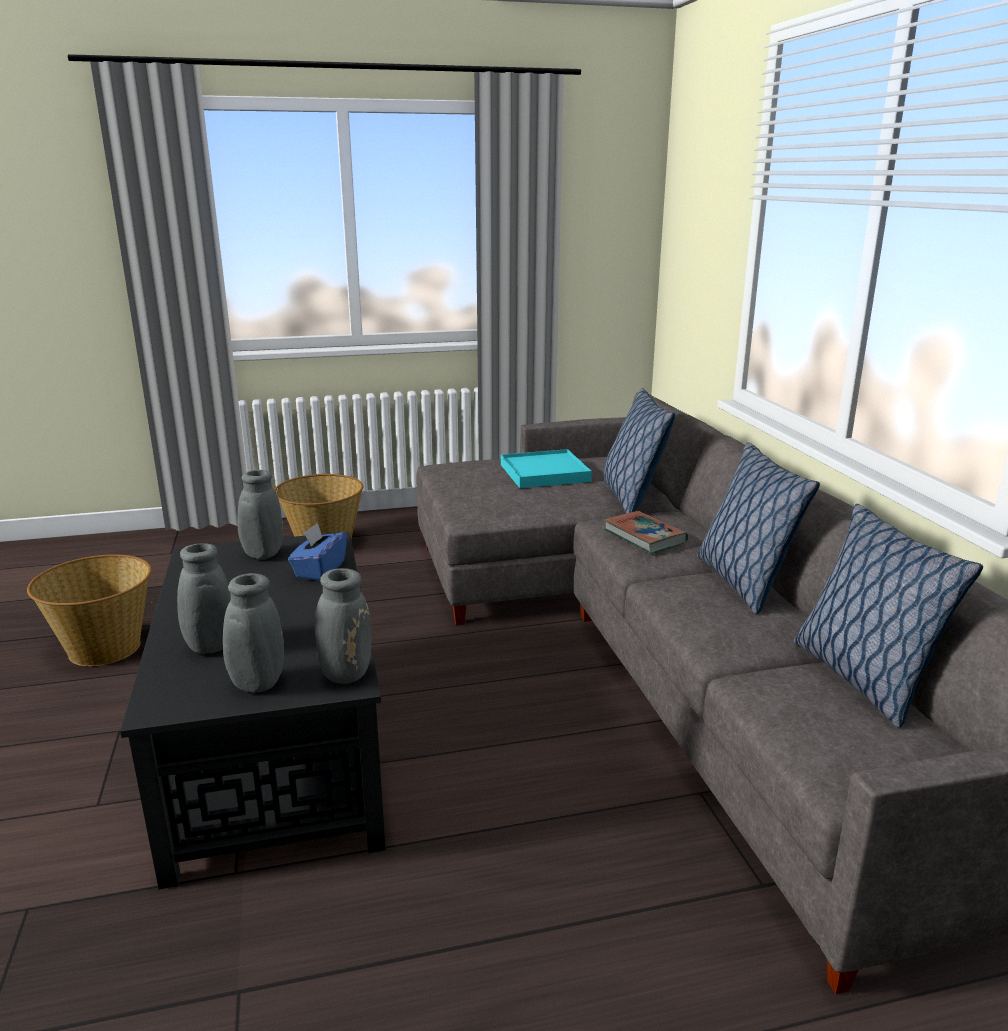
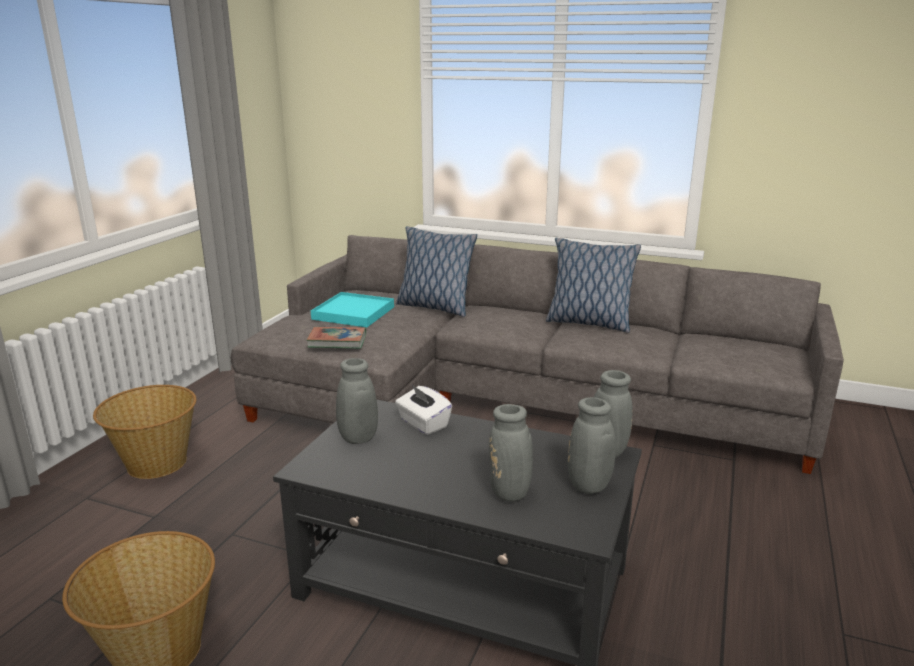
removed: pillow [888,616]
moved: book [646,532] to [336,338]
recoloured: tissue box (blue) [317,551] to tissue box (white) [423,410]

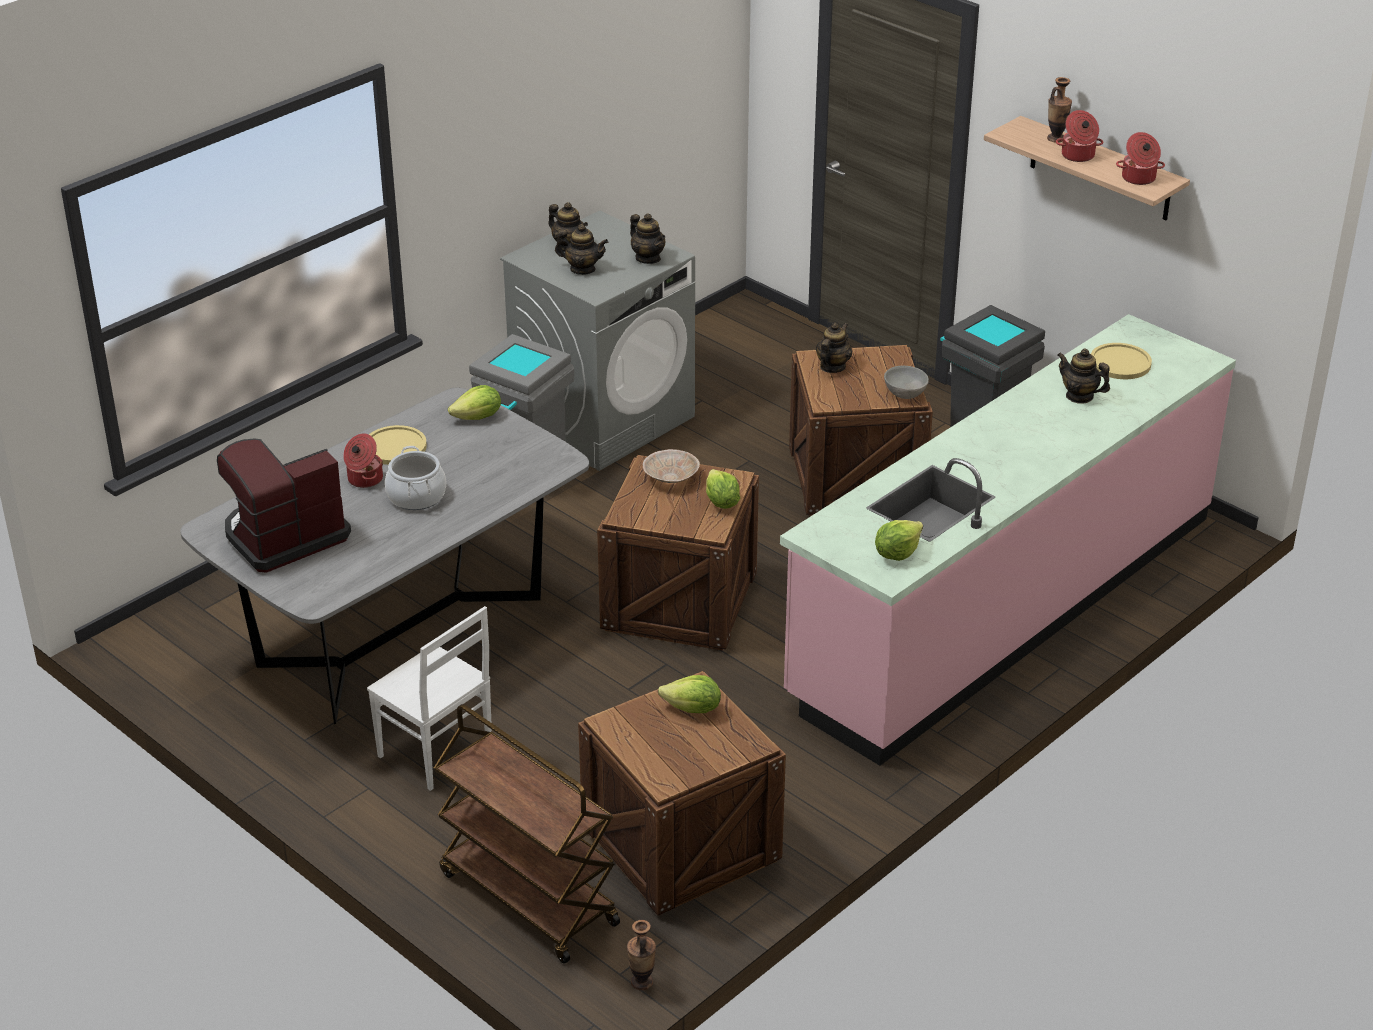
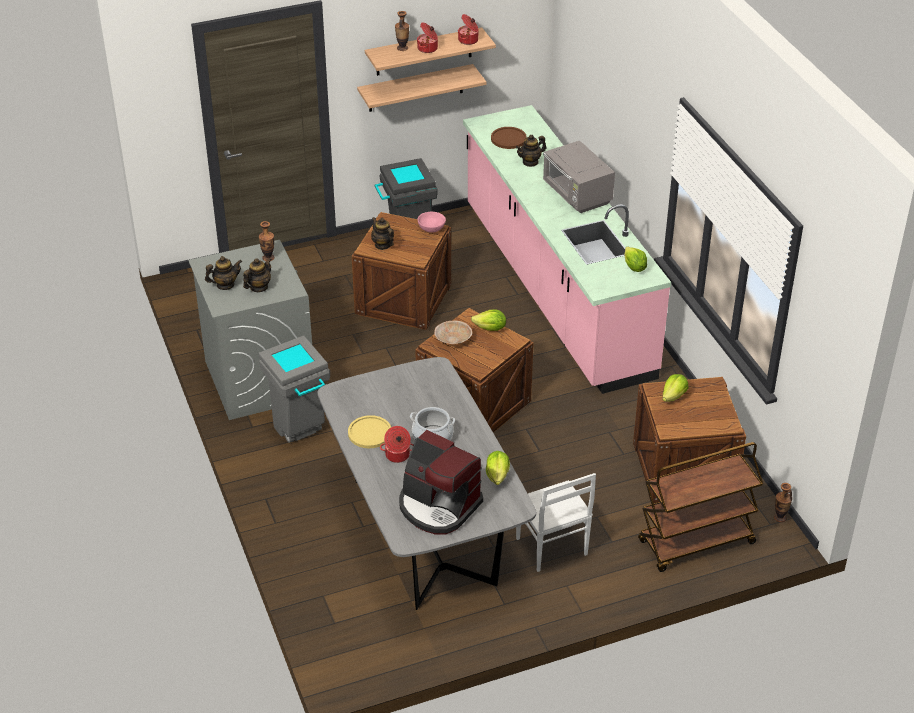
added: shelf [422,88]; microwave (grey) [579,177]
moved: lettuce [474,402] to [498,468]
replaced: teapot [647,238] to vase [266,241]
recoloured: bowl (grey) [906,382] to bowl (pink) [431,222]; plate (yellow) [1121,361] to plate (brown) [509,138]
turned: coffee machine [284,505] = [441,482] 45 degrees counterclockwise; chair (white) [429,698] = [556,522] 90 degrees clockwise

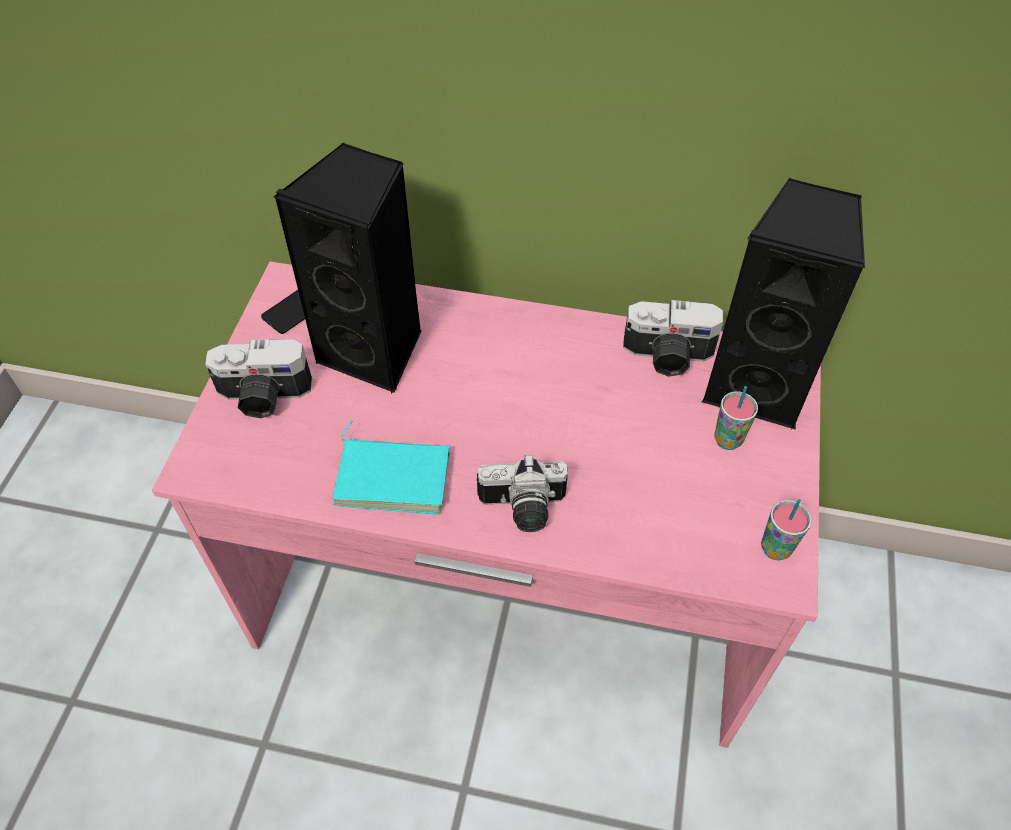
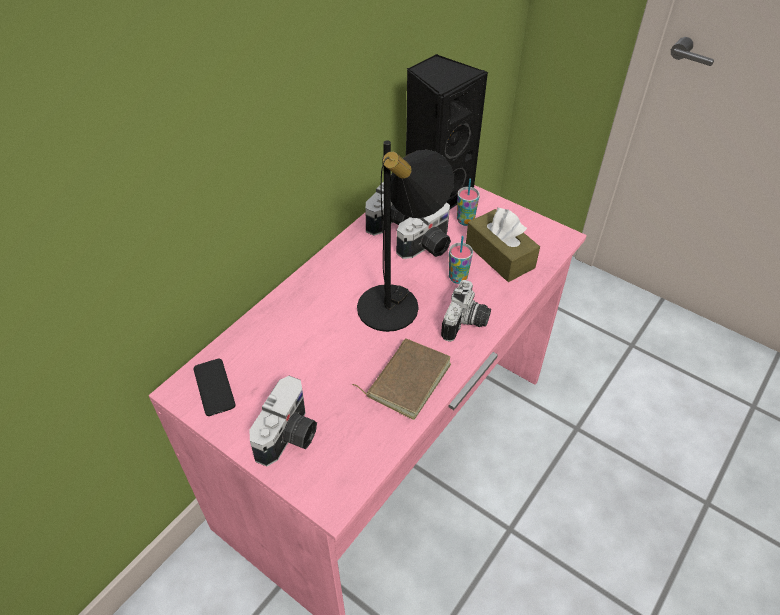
removed: speaker (black) [347,268]
added: table lamp (black) [405,236]; photo camera [423,230]; tissue box (brown) [503,244]
moved: cup [786,529] to [461,260]
recoloured: book (turquoise) [391,468] to book (brown) [401,379]

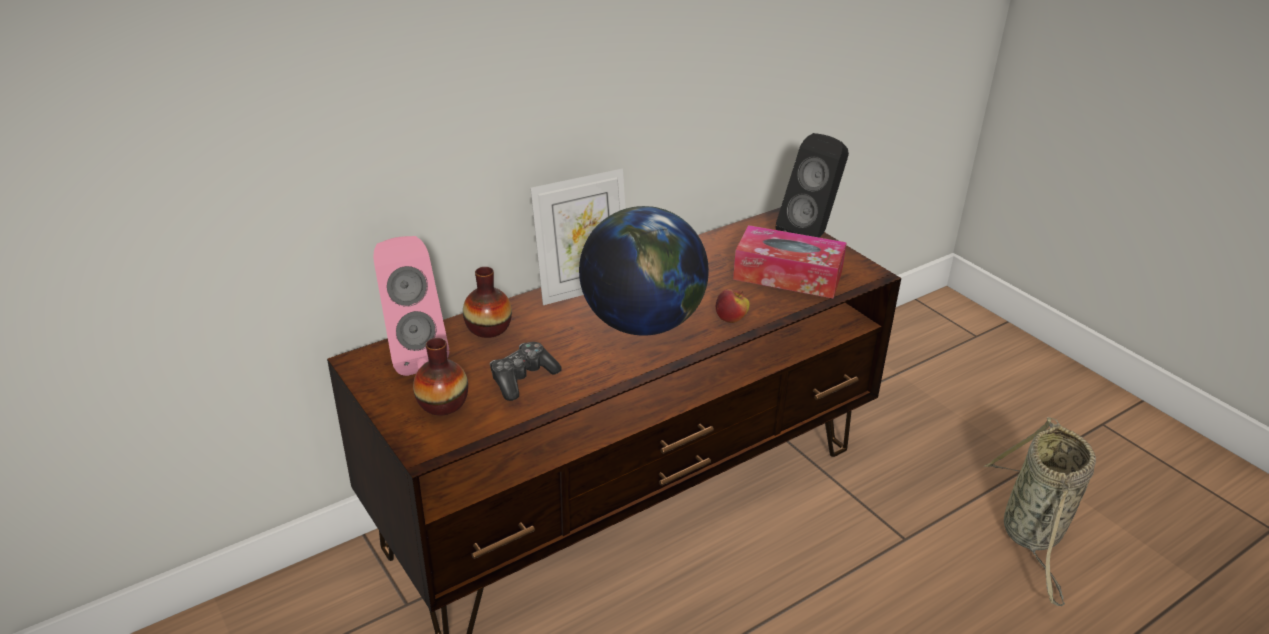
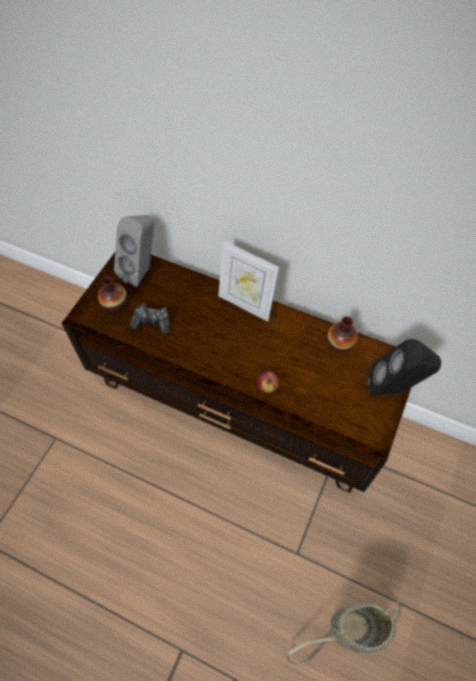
removed: globe [644,271]; tissue box [790,262]
moved: vase [487,302] to [343,334]
recoloured: speaker (pink) [411,306] to speaker (grey) [134,251]

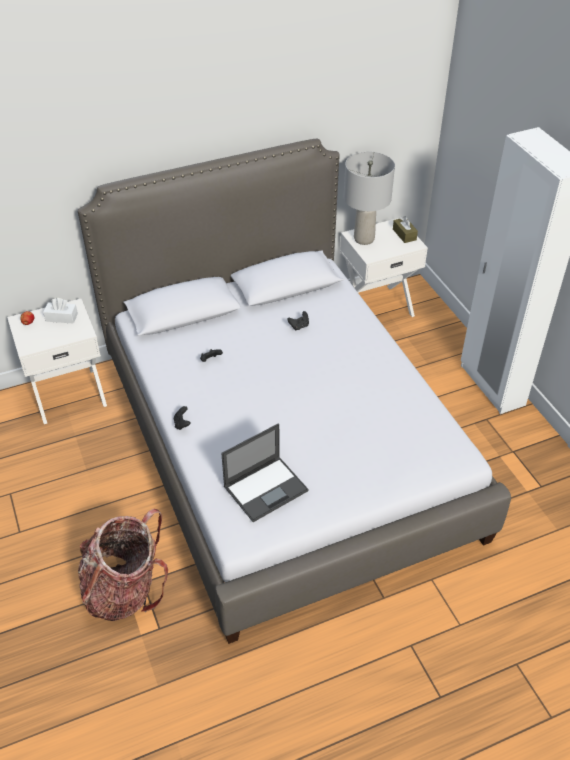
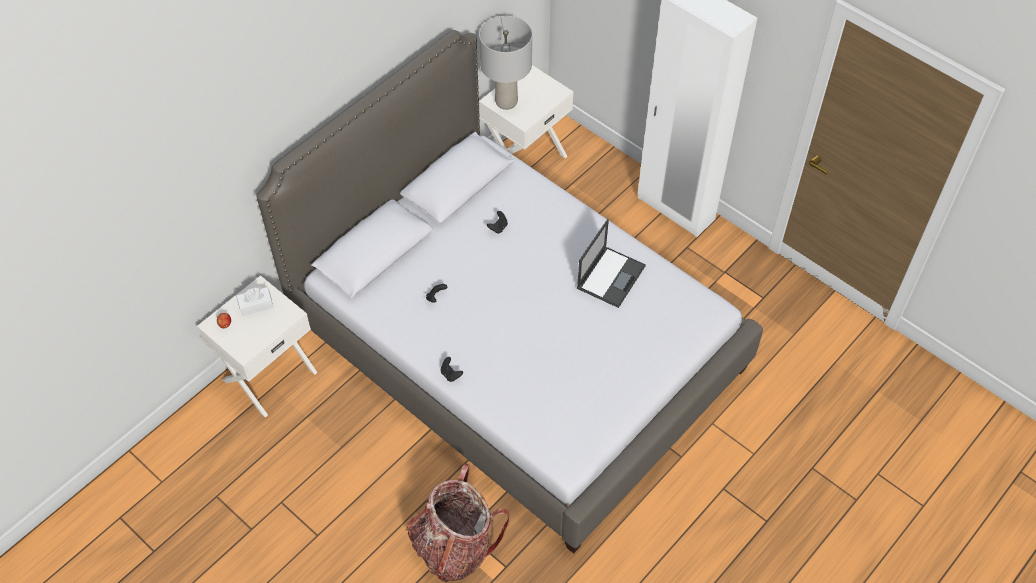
removed: tissue box (brown) [405,229]
moved: laptop [264,472] to [611,263]

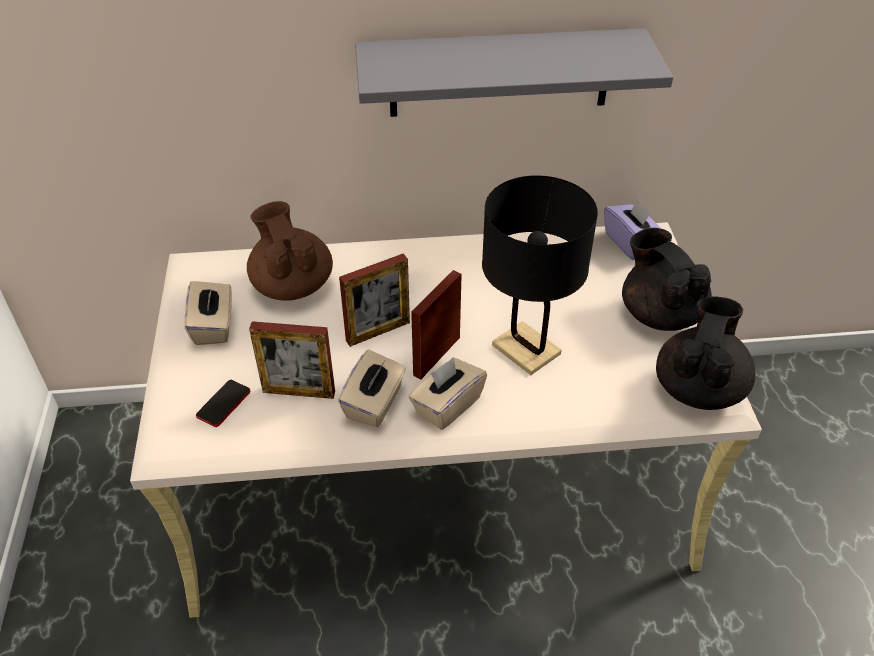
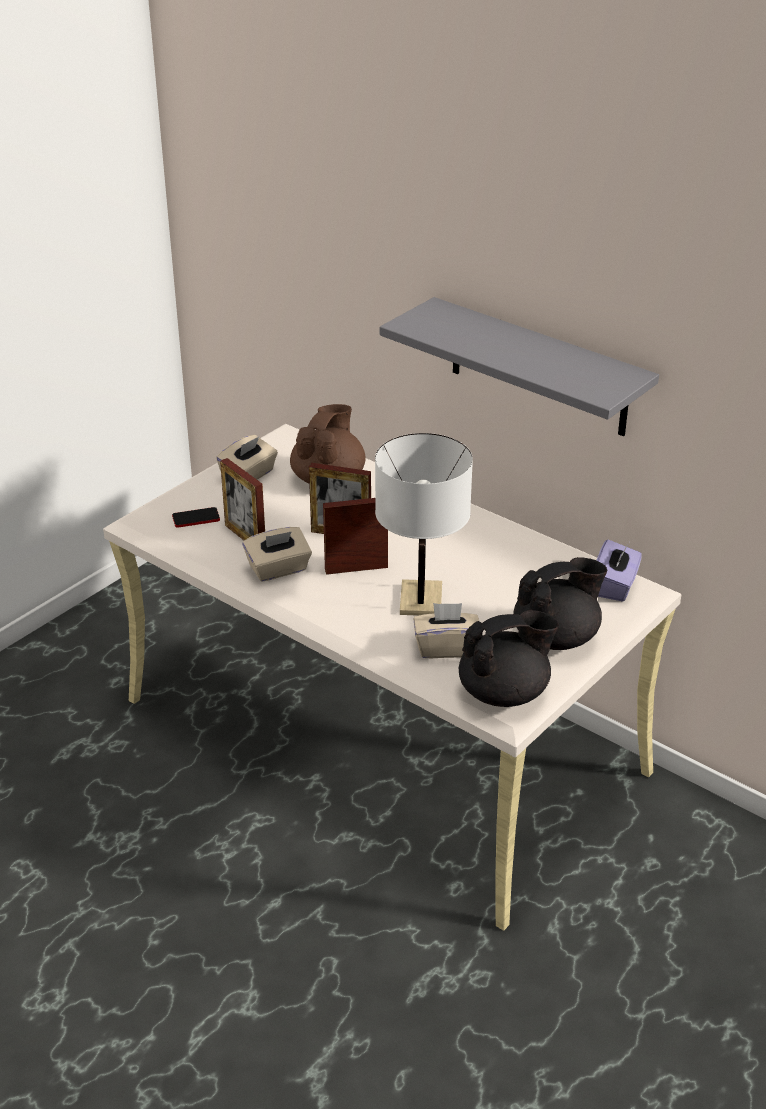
moved: tissue box (beige) [447,393] to [446,630]
recoloured: table lamp (black) [540,275] to table lamp (white) [424,524]
turned: teapot (black) [667,279] = [560,603] 45 degrees clockwise

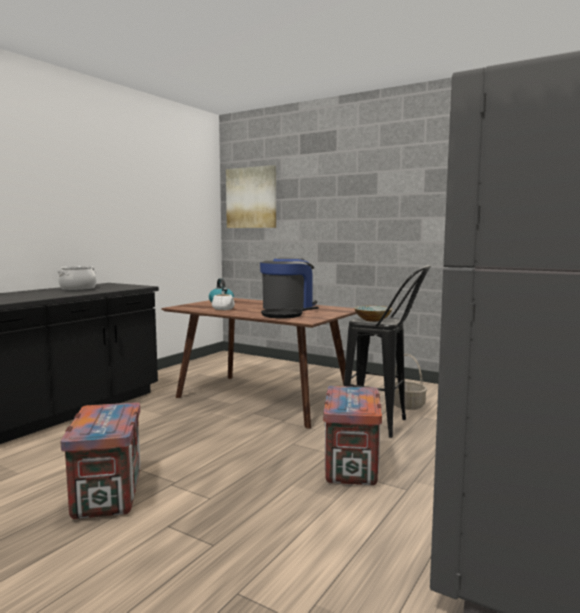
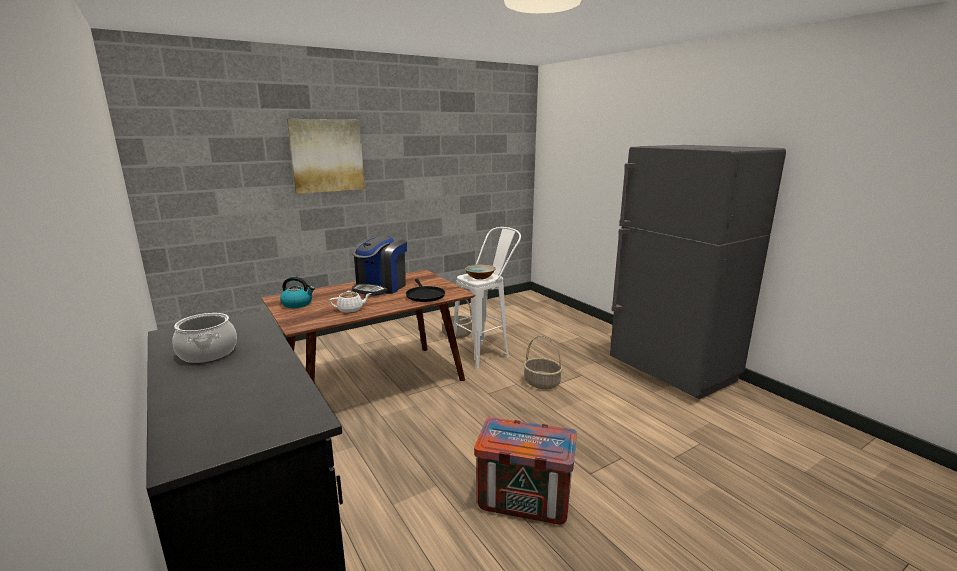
moved: picture [251,196] to [326,156]
replaced: crate [352,435] to basket [543,362]
recoloured: stool (black) [387,351] to stool (white) [486,298]
turned: coffee machine [288,283] = [379,266] 135 degrees counterclockwise

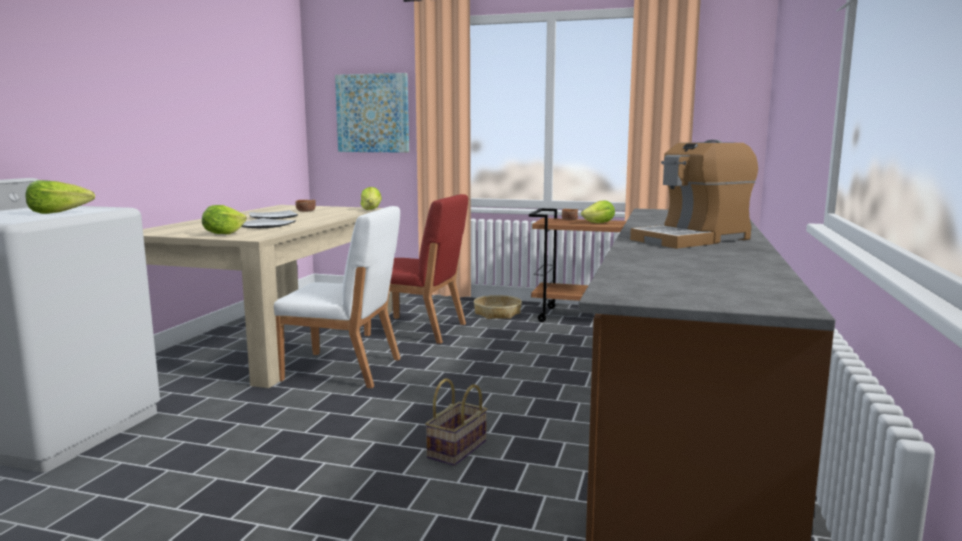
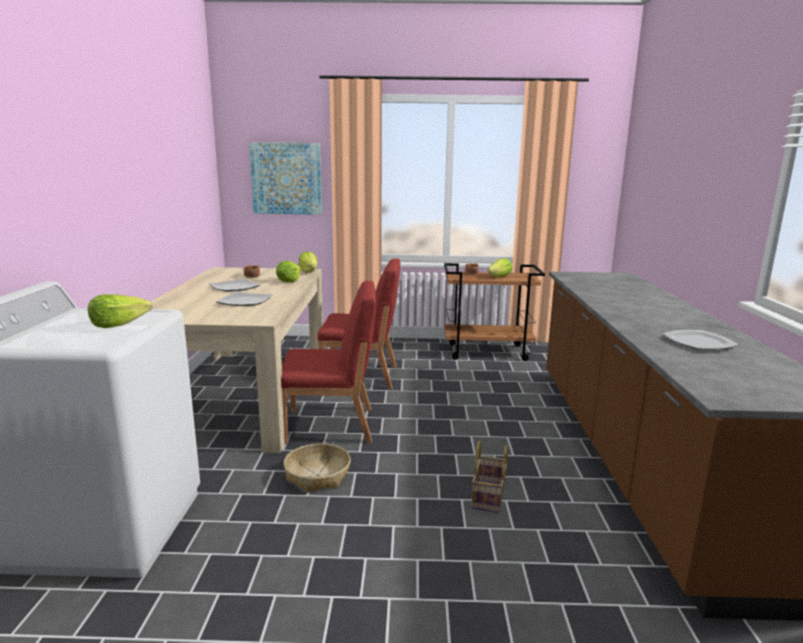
removed: coffee machine [694,194]
added: plate [701,340]
moved: lettuce [224,219] to [288,271]; basket [498,307] to [317,467]
recoloured: chair (white) [337,297] to chair (red) [328,362]

